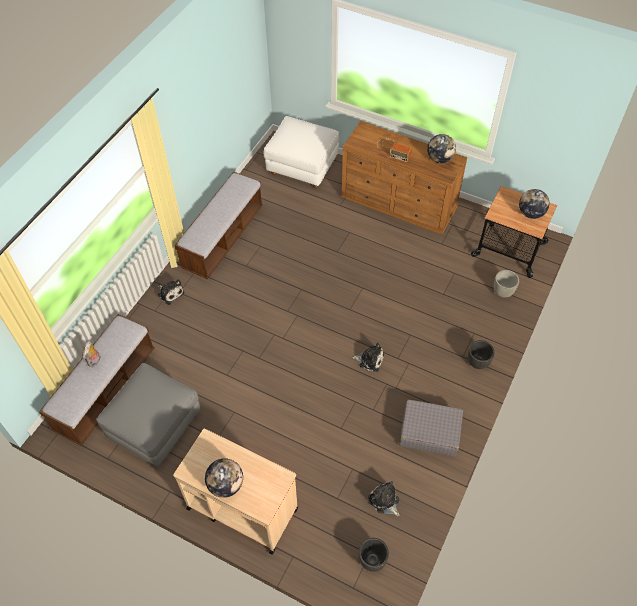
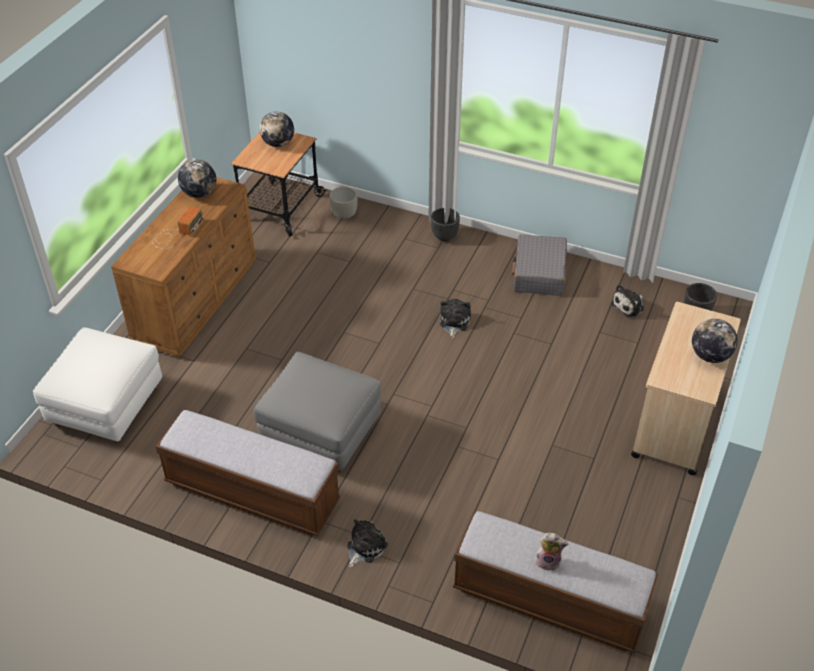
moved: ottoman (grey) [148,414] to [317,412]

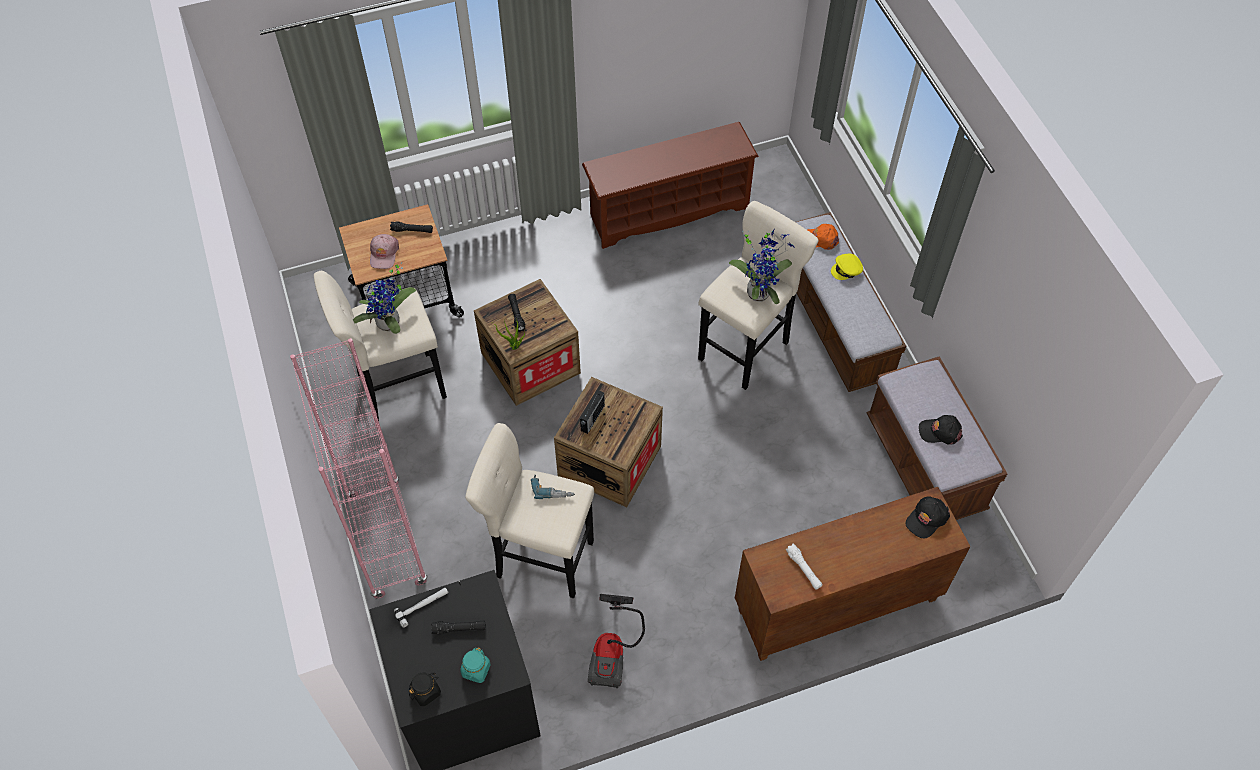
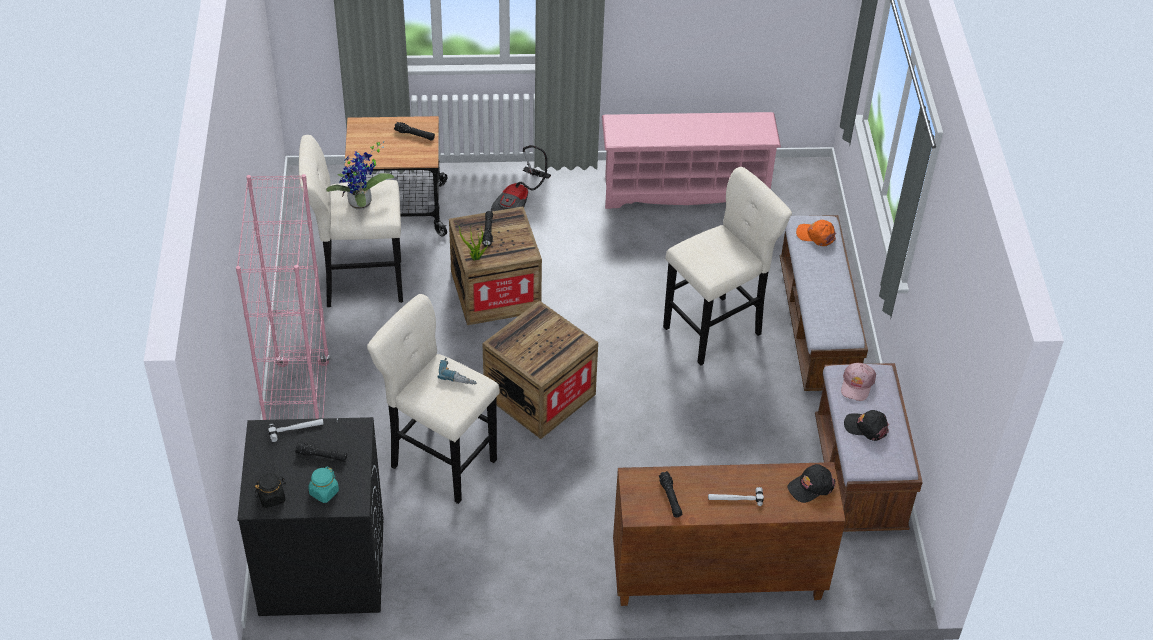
removed: radio [592,412]; potted plant [762,266]; cap (yellow) [847,267]
added: hammer [736,496]
moved: cap (pink) [384,251] to [858,382]; vacuum cleaner [616,641] to [521,178]
recoloured: shoe rack (brown) [670,185] to shoe rack (pink) [691,160]; flashlight (white) [804,567] to flashlight (black) [670,494]

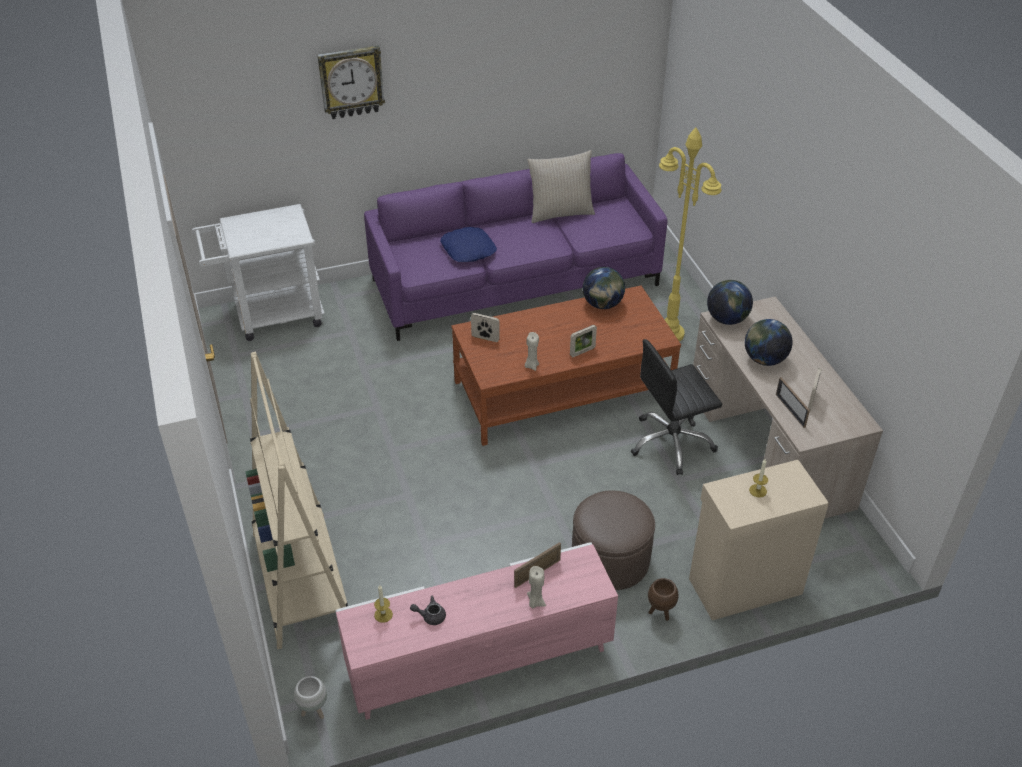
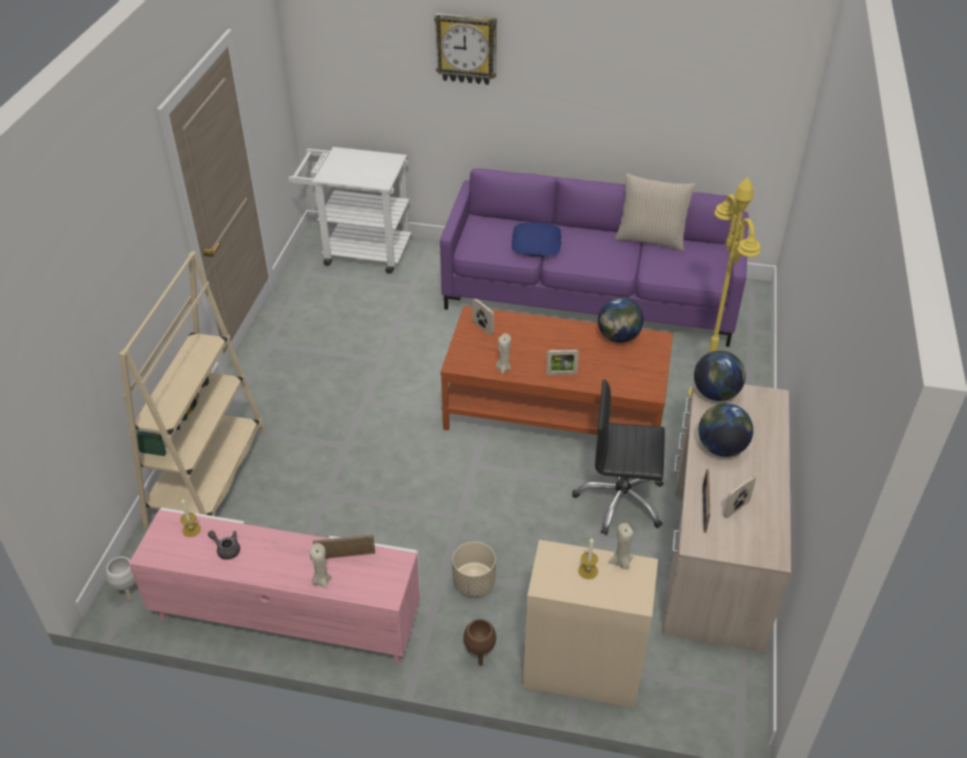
added: candle (beige) [621,546]
replaced: ottoman (brown) [613,540] to planter (beige) [474,569]

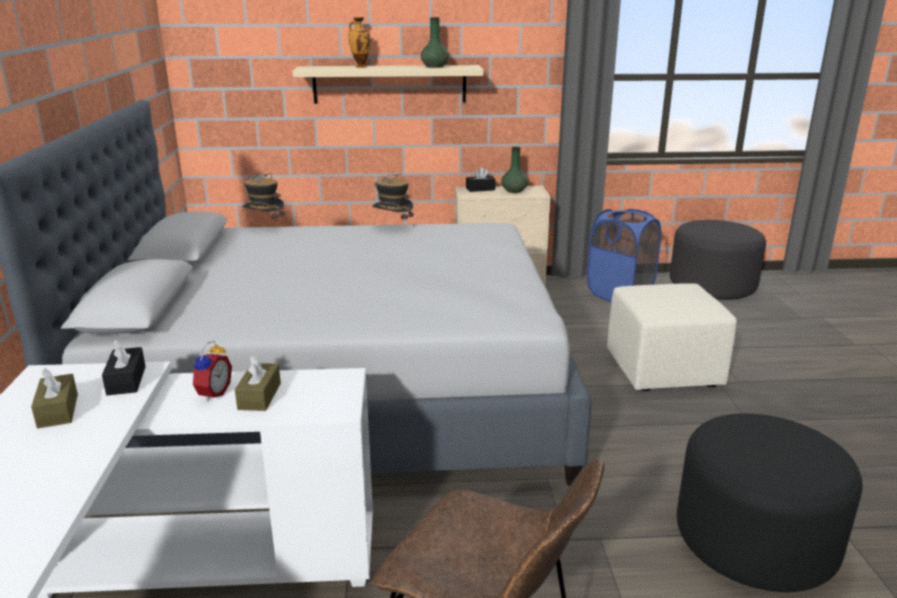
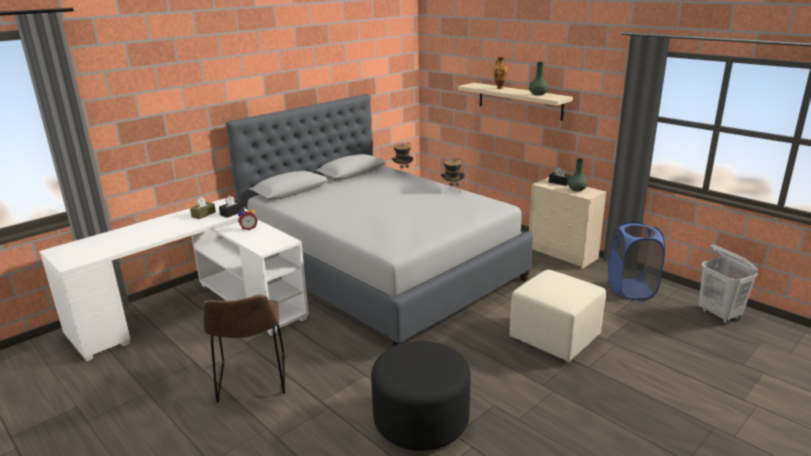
removed: tissue box (brown) [258,383]
replaced: ottoman (grey) [718,260] to laundry basket (white) [728,284]

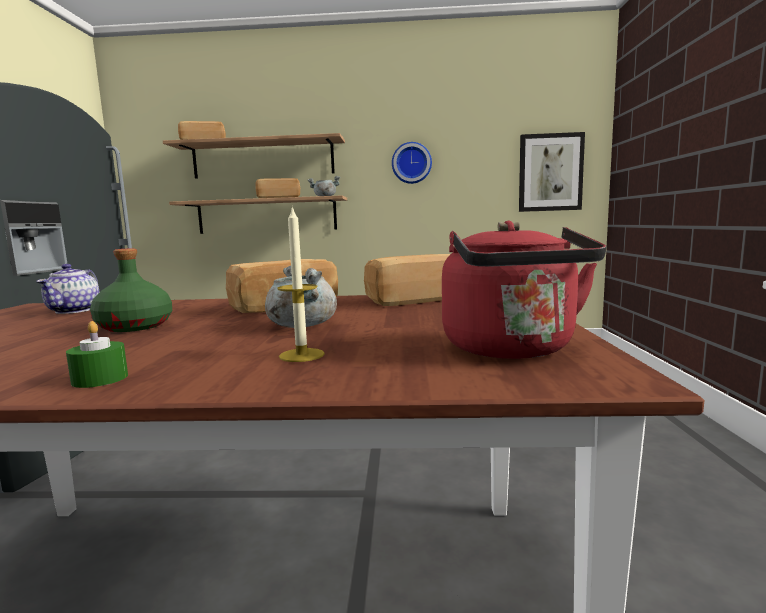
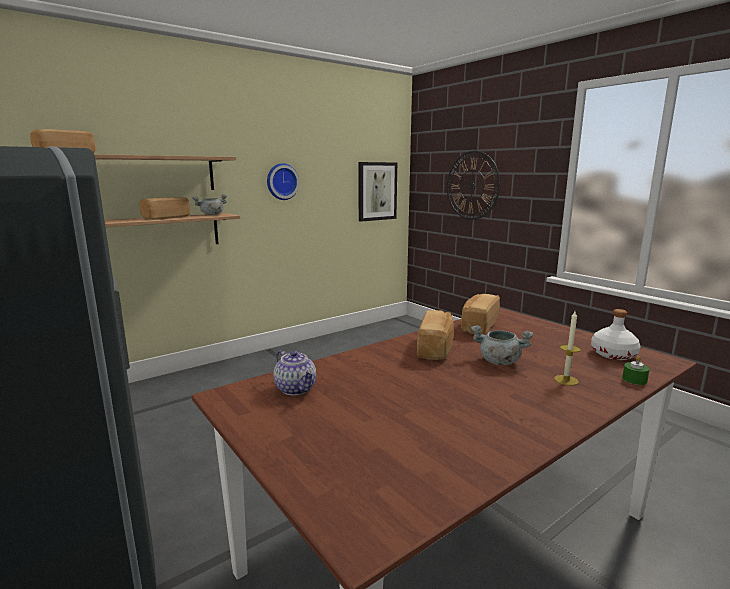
removed: bottle (green) [131,290]
added: wall clock [473,185]
moved: candle (green) [97,354] to [636,370]
replaced: kettle (red) [524,290] to bottle (white) [615,334]

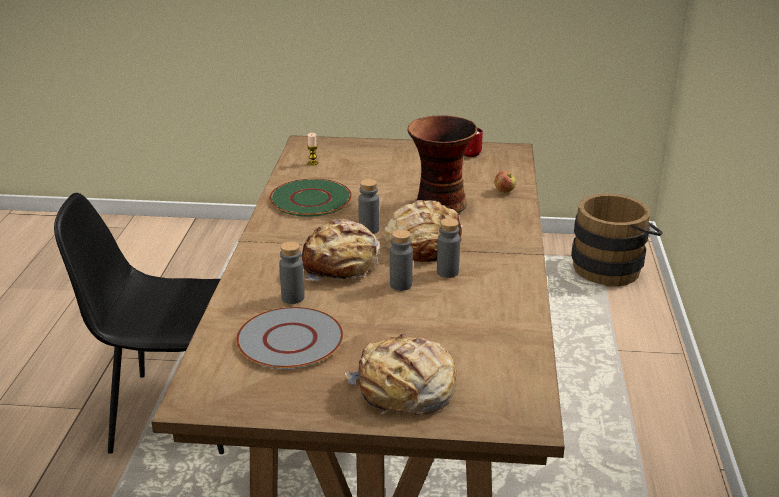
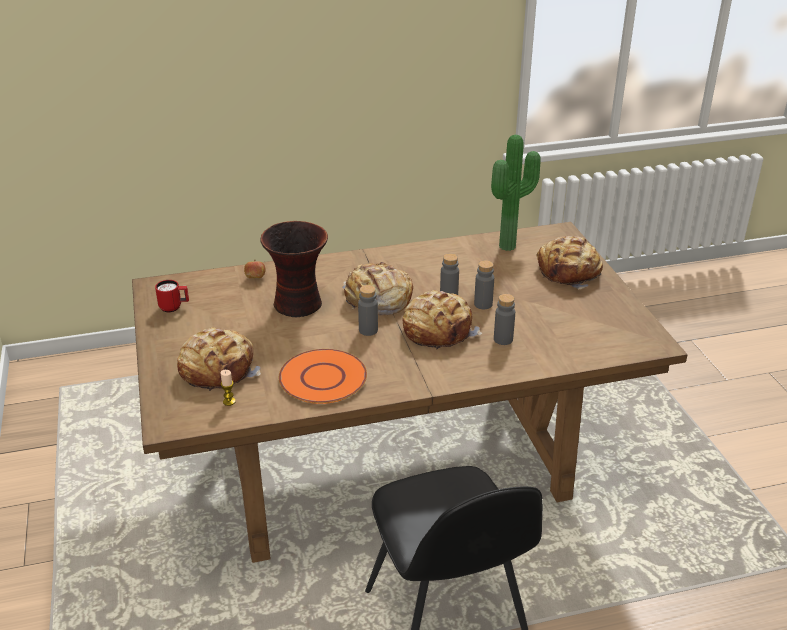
removed: plate (grey) [290,338]; bucket (brown) [617,240]
added: bread [219,359]; potted plant [516,193]
moved: bottle (grey) [448,248] to [484,284]
recoloured: plate (green) [310,197] to plate (orange) [323,376]

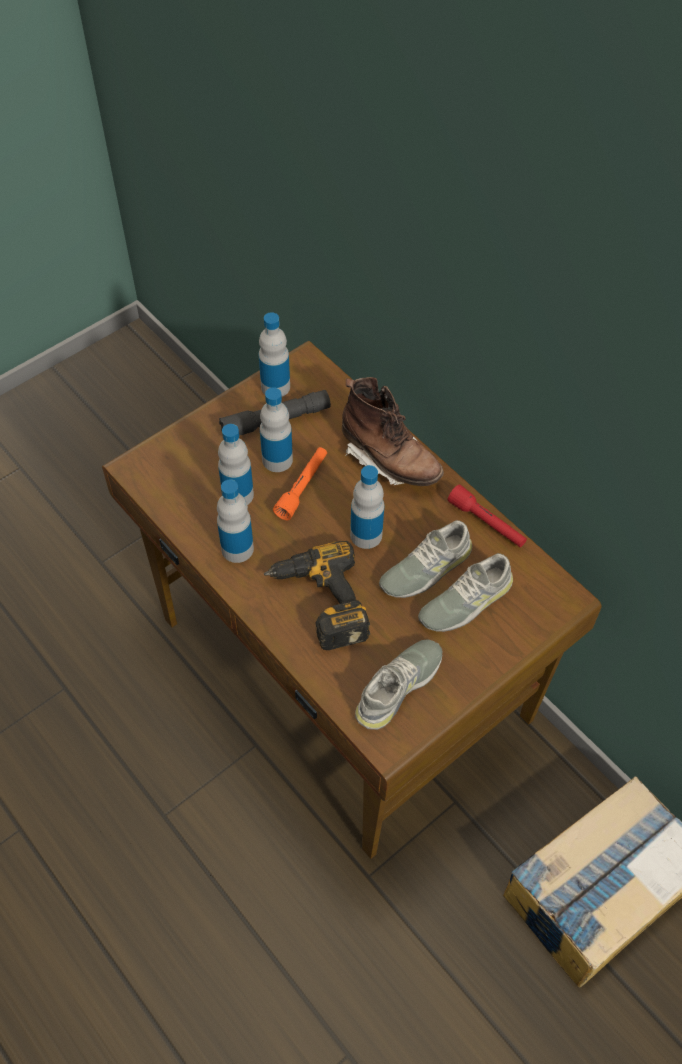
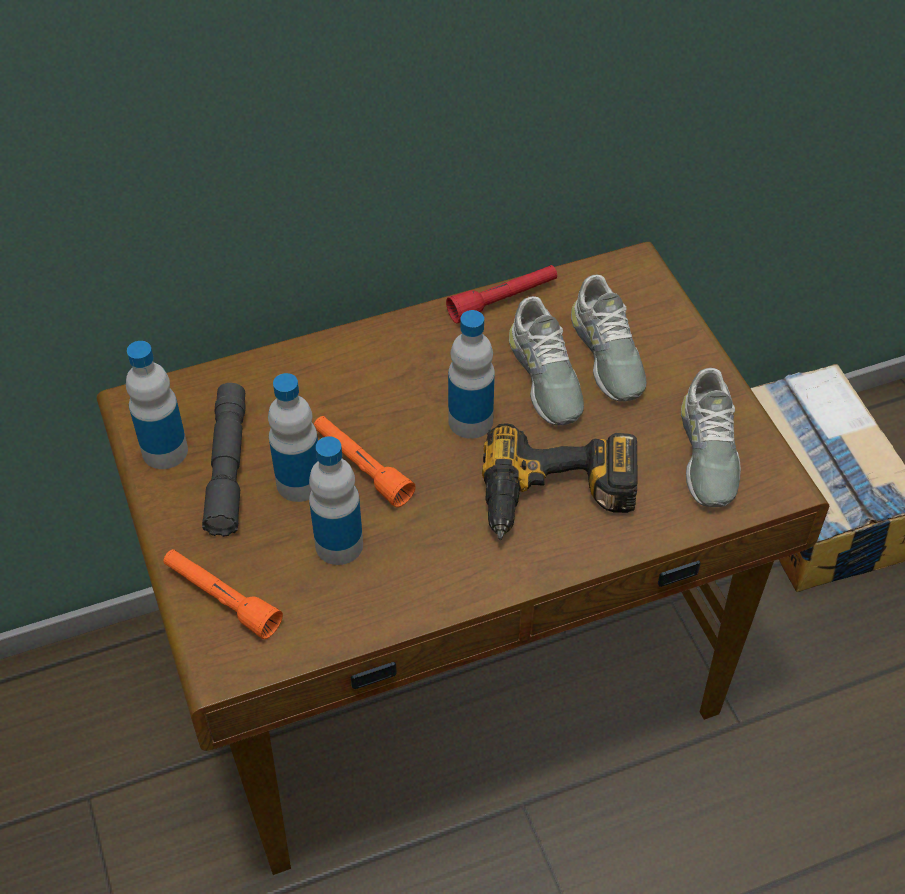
removed: bottle [235,521]; boot (brown) [393,431]
added: flashlight (orange) [223,594]
turned: shoe (grey) [398,685] = [711,437] 150 degrees counterclockwise

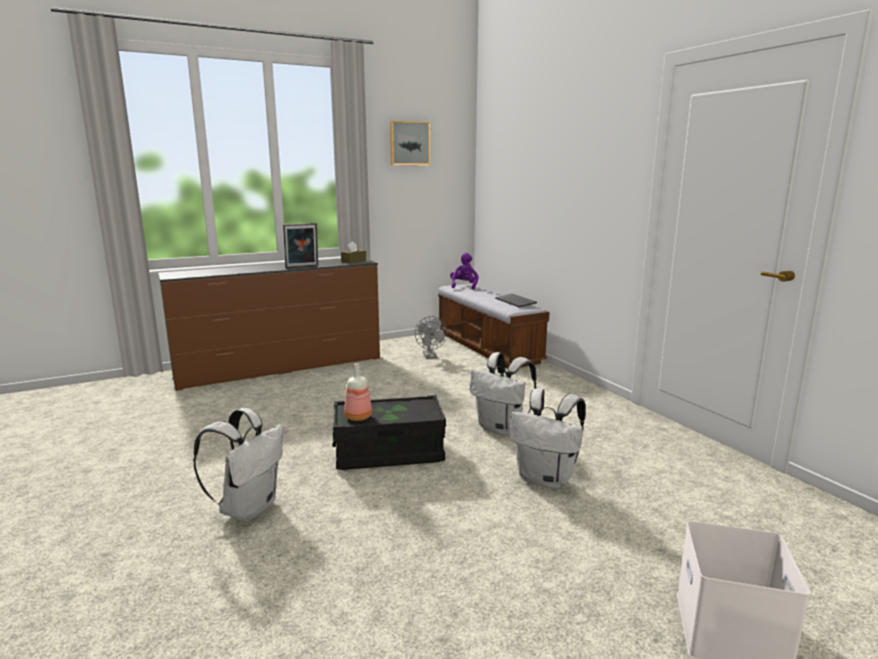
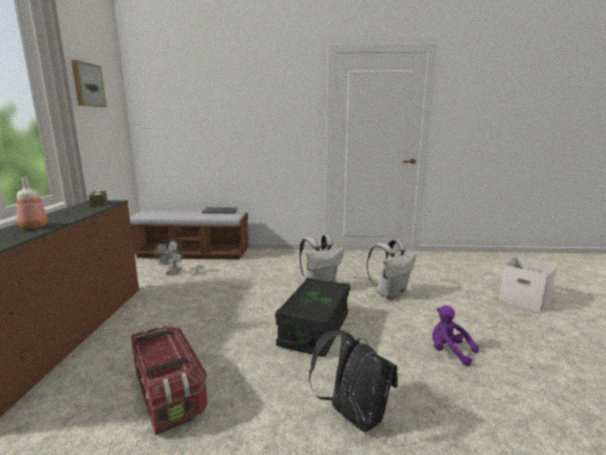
removed: picture frame [300,245]
added: storage box [169,380]
moved: bottle [358,392] to [32,202]; plush toy (purple) [464,271] to [455,336]
recoloured: backpack (white) [238,464] to backpack (black) [353,381]
turned: fan (grey) [431,337] = [168,257] 75 degrees clockwise

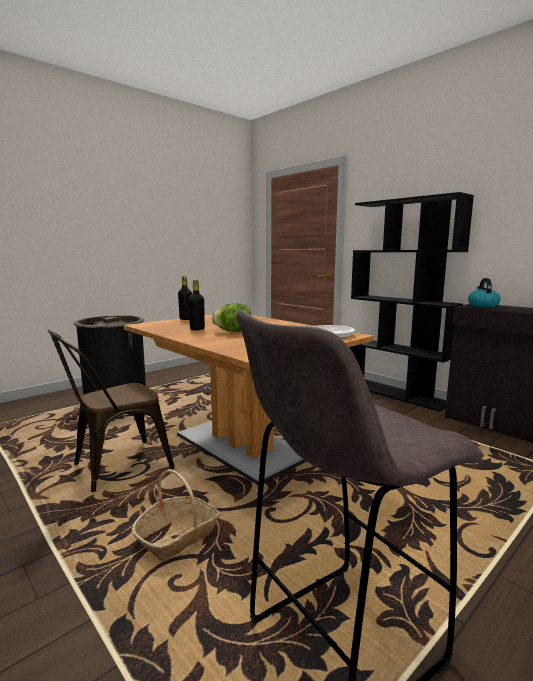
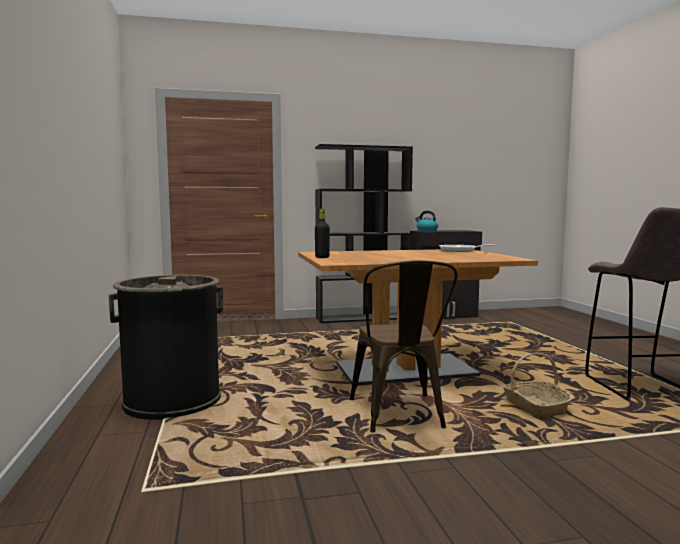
removed: bottle (black) [196,305]; lettuce [231,317]

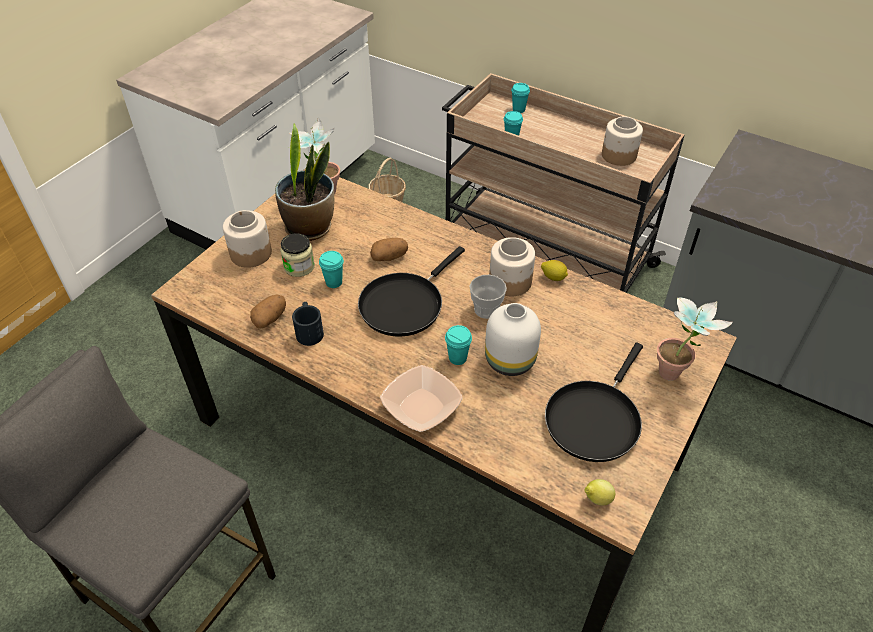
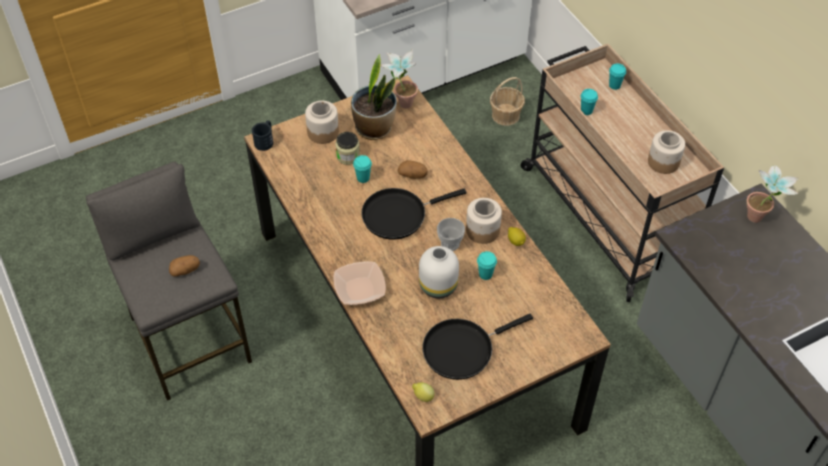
moved: potato [268,311] to [184,266]; mug (black) [308,324] to [262,135]; cup (turquoise) [458,345] to [487,265]; potted plant [695,339] to [772,194]

